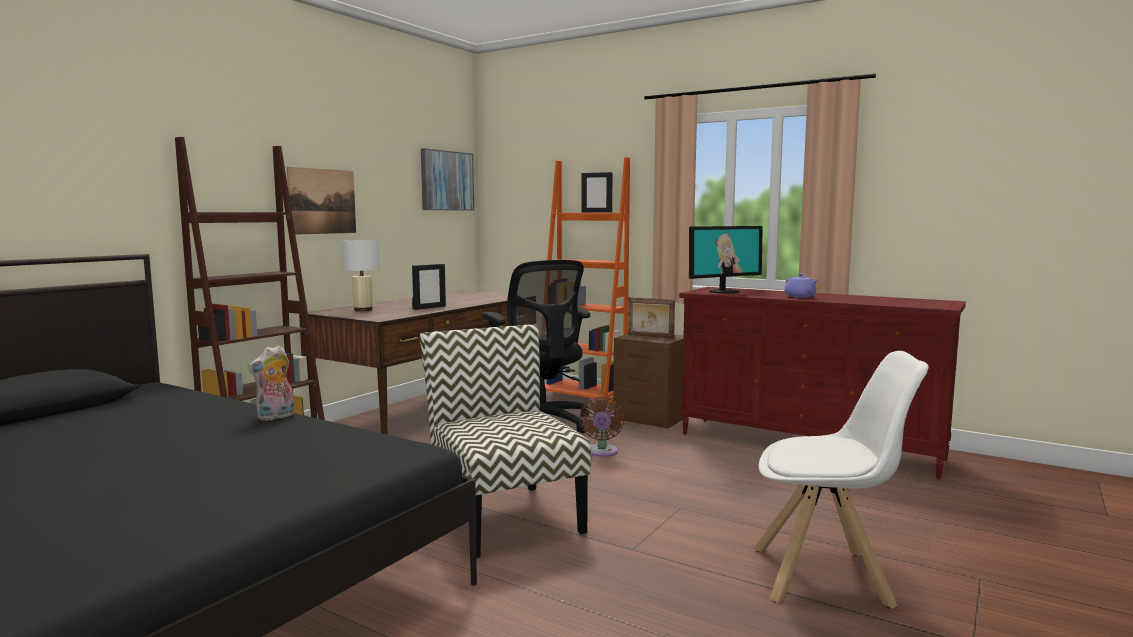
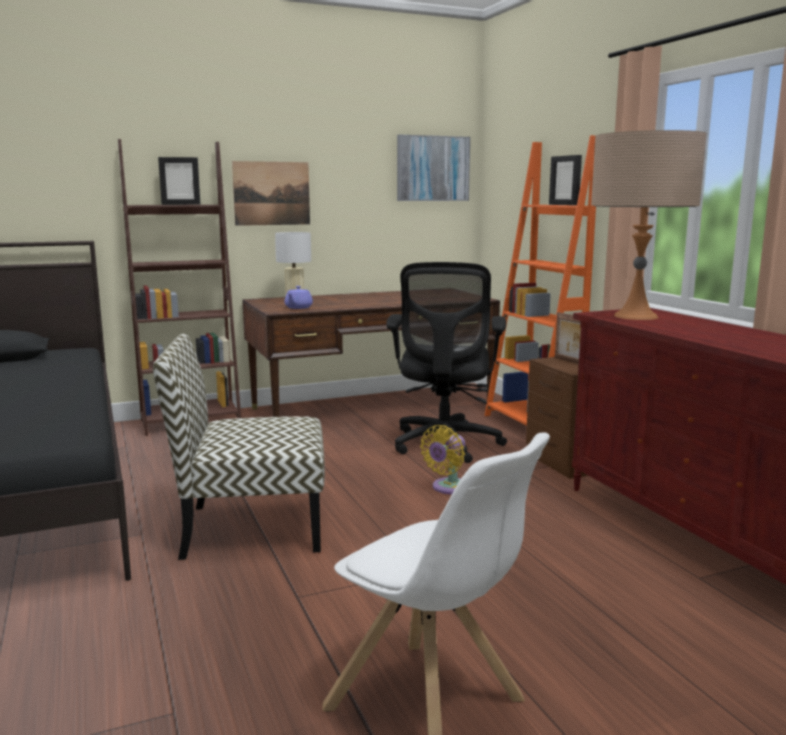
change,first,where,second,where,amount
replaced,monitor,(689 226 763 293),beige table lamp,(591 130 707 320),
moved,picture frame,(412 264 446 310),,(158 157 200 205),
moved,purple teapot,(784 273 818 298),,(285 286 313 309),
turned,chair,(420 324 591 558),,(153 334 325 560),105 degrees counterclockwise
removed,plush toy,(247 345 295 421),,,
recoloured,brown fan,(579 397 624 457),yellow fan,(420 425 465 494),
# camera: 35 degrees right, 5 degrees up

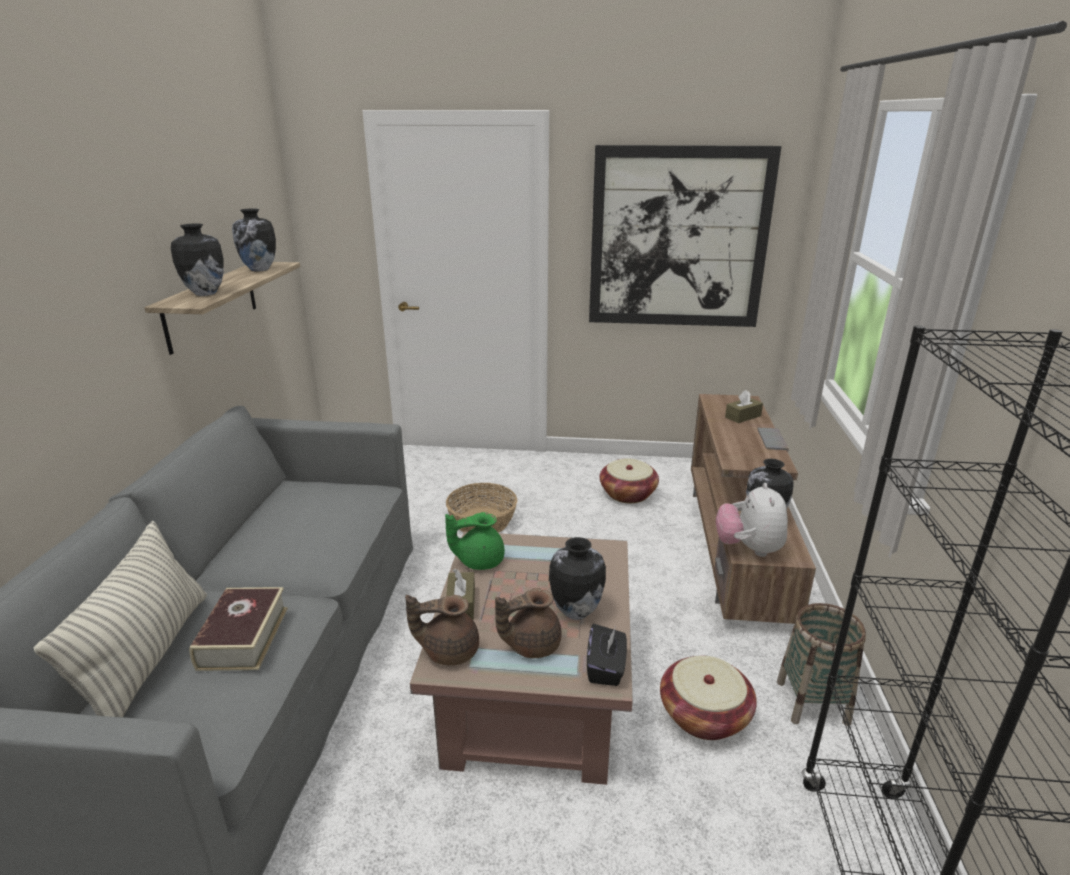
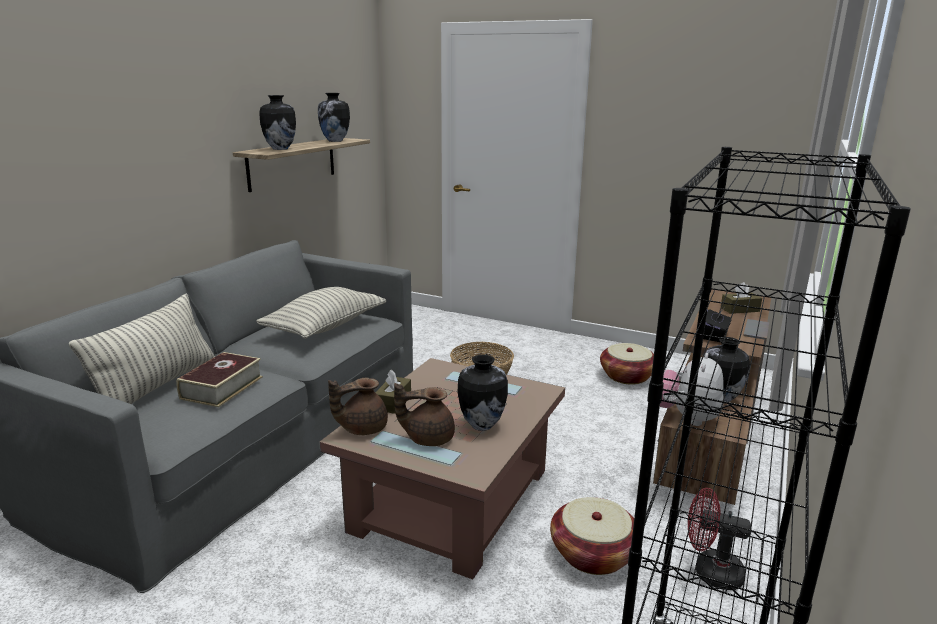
change,first,where,second,where,amount
removed,picture,(589 145 782 327),,,
removed,green teapot,(445 512 505 570),,,
turned,brown teapot,(405 595 479 665),,(328 378 388 435),45 degrees counterclockwise
replaced,basket,(777 603 866 726),red fan,(688 488 751 590),
moved,black tissue box,(587 624 627 686),,(703 308 731 342),
added,,,pillow,(256 287 386 338),
# camera: 20 degrees right, 5 degrees down

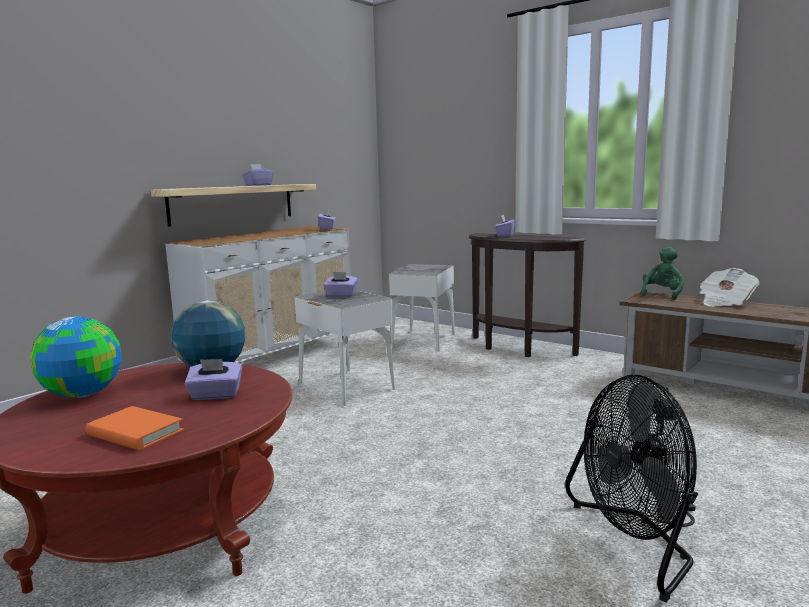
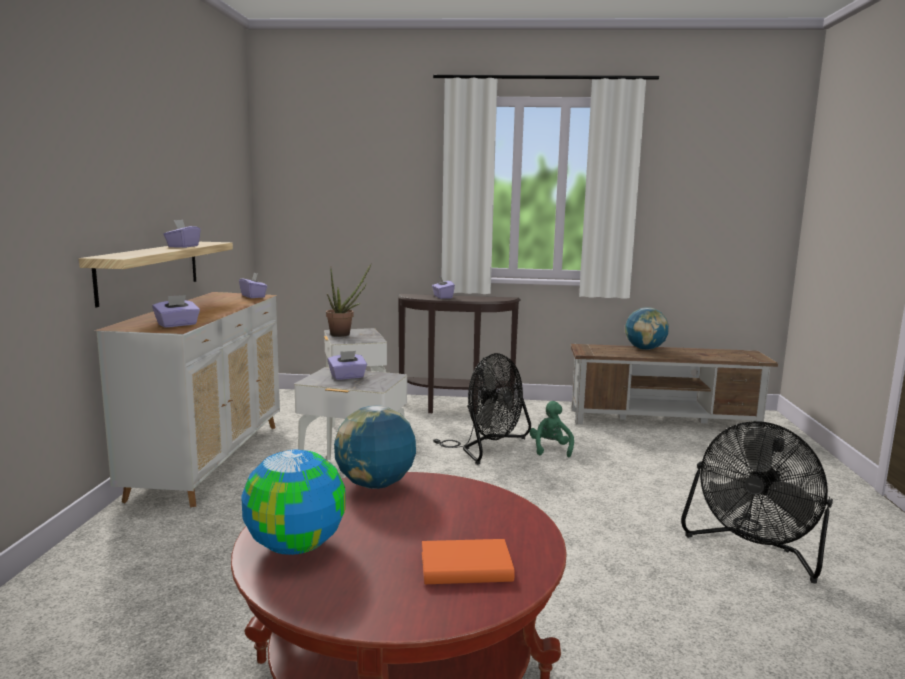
change,first,where,second,where,amount
moved,green plush toy,(641 246 685 300),,(529 401 574 457),
replaced,newspaper,(700 268 759 306),globe,(625 307 669 350),
moved,purple tissue box,(185 359 242 400),,(152 295 200 328),
added,,,potted plant,(326 263 372 337),
added,,,black fan,(433 353 531 465),
# camera: 35 degrees left, 0 degrees up

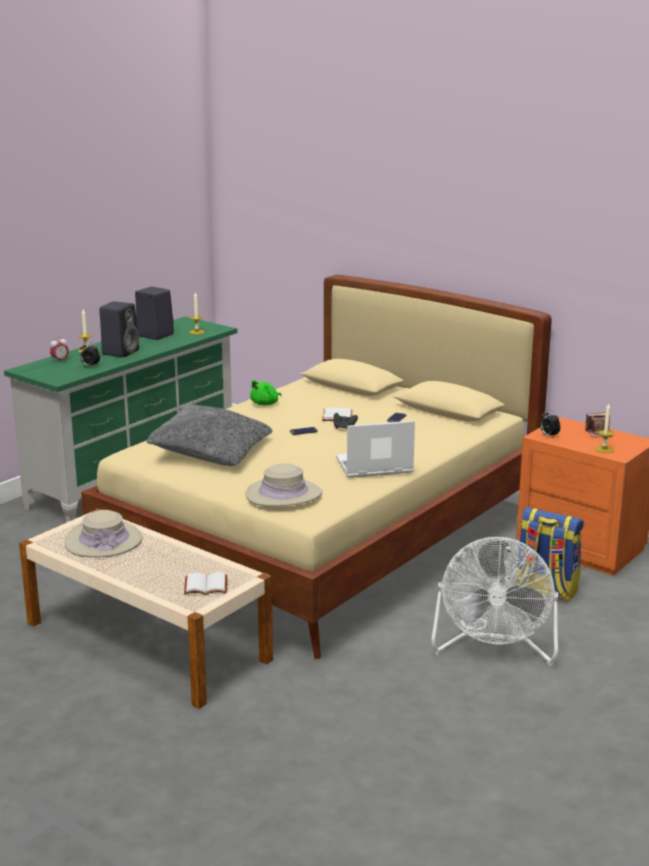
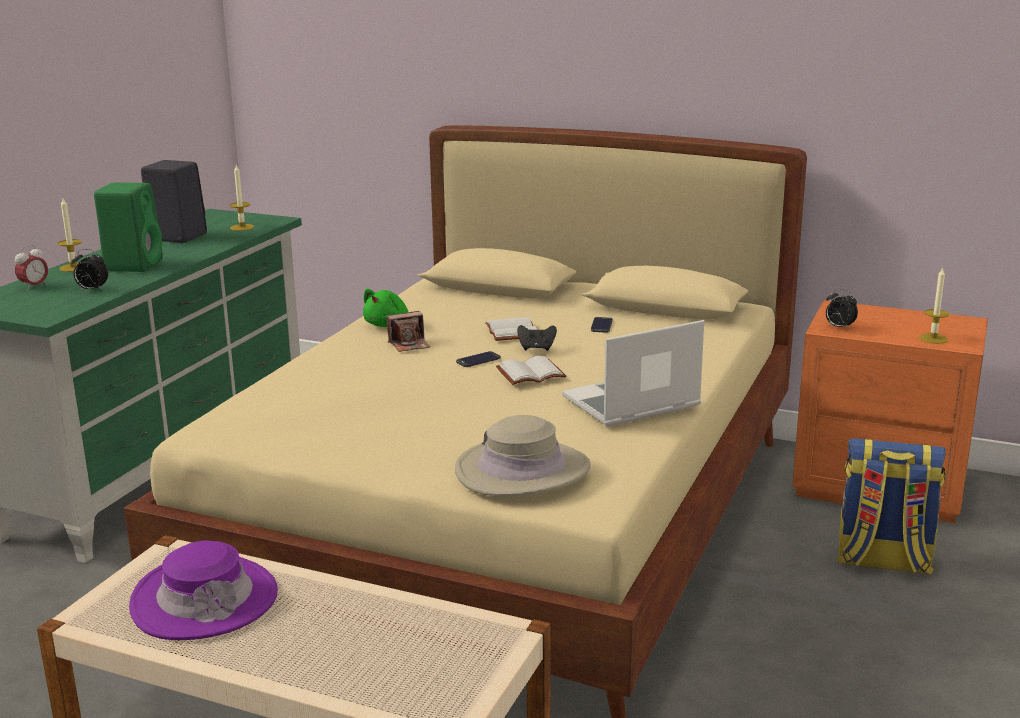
change,first,where,second,where,amount
recoloured,black speaker,(99 301 139 357),green speaker,(94 182 163 272),
removed,grey pillow,(147 404 273 466),,,
moved,photo camera,(585 412 613 438),,(387 311 430 352),
recoloured,beige hat,(65 510 142 558),purple hat,(129 541 278 640),
removed,white fan,(431 537 558 666),,,
moved,white book,(184 572 227 595),,(496 356 566 385),
# camera: 15 degrees left, 0 degrees up

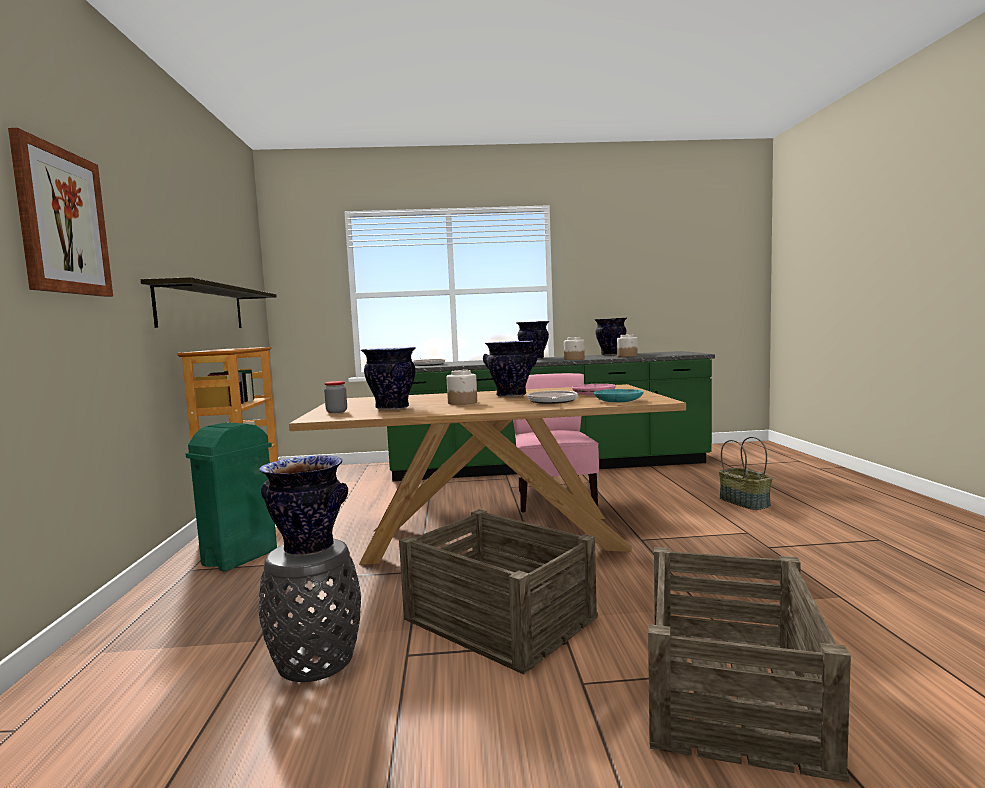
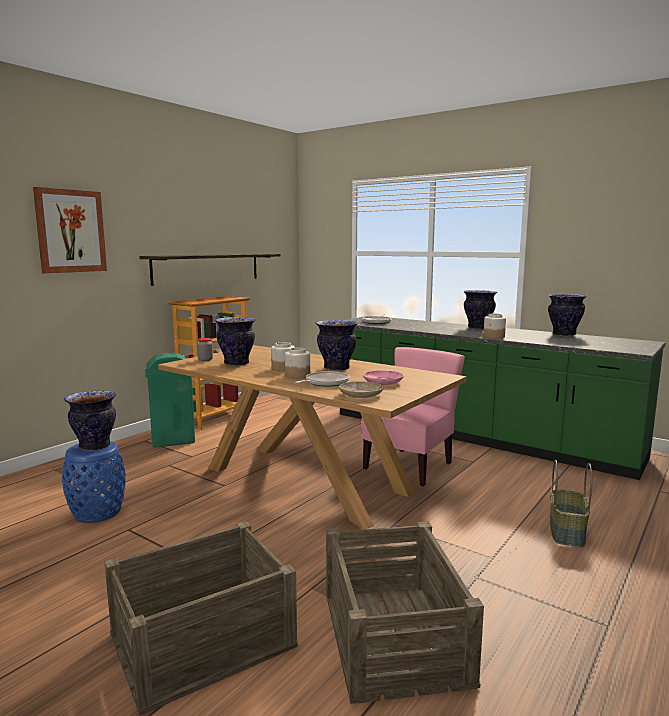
change,first,where,second,where,amount
moved,jar,(617 334 638 357),,(285 348 310 379),
recoloured,turquoise plate,(594 389 643 402),beige plate,(339 381 383 398),
moved,crate,(399 509 598 675),,(326 522 484 704),
recoloured,grey stool,(259 539 361 682),blue stool,(62 441 126 523),
# camera: 40 degrees right, 5 degrees up

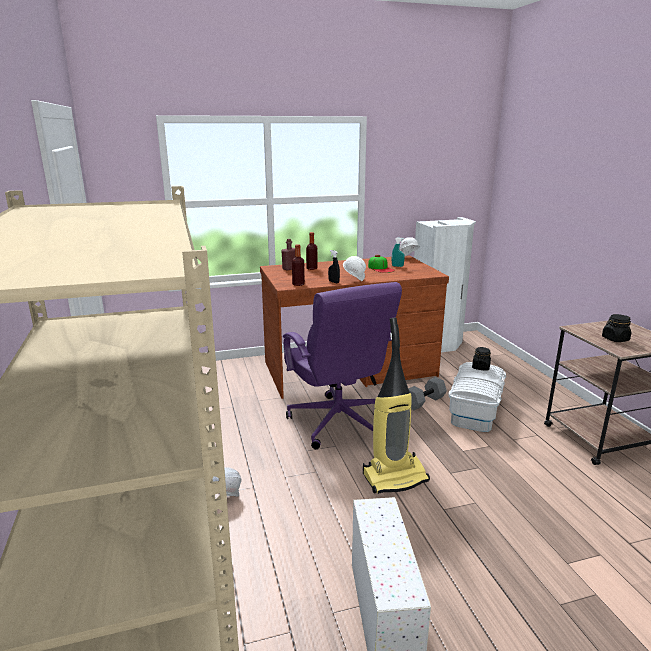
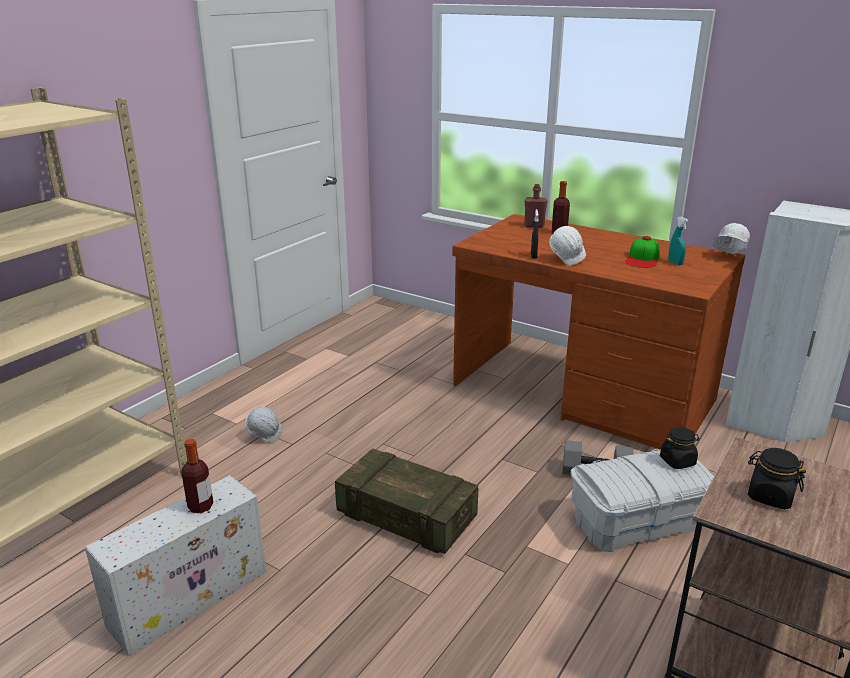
change,first,where,second,where,amount
moved,bottle,(292 244 305 286),,(181 439 214 513),
removed,purple office chair,(283 282 402 449),,,
replaced,vacuum cleaner,(363 317 430 494),crate,(335 448 478 554),
# camera: 50 degrees right, 5 degrees up

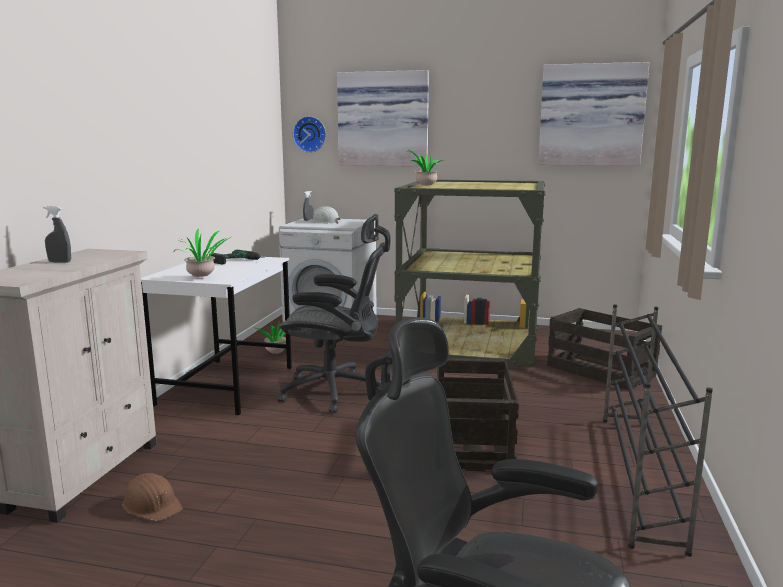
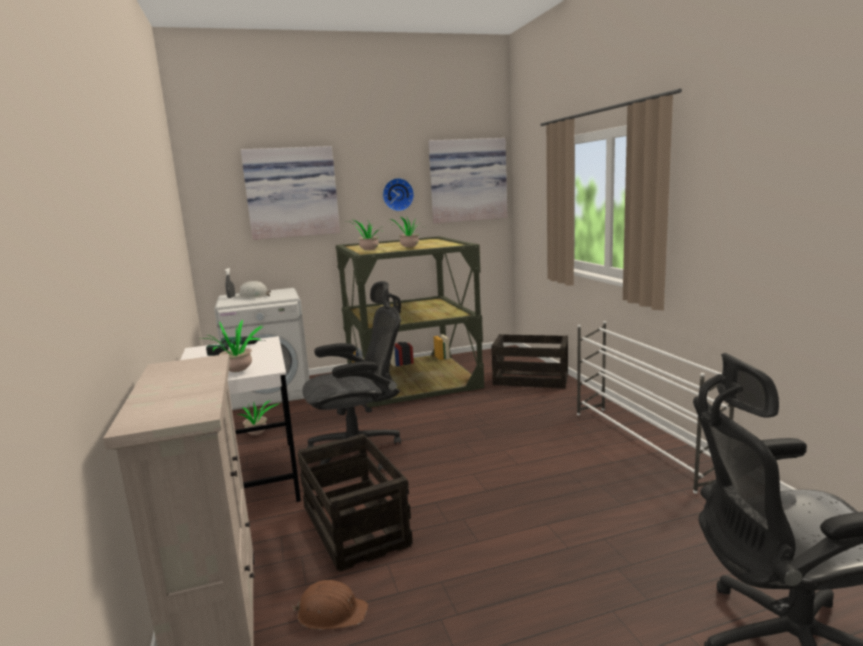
change,first,where,second,where,amount
moved,wall clock,(293 116 326 153),,(383 178 414 211),
removed,grey spray bottle,(43 206 71 263),,,
recoloured,black shoe rack,(603 304 713 557),white shoe rack,(577 321 734 494),
moved,crate,(437 358 519 471),,(298 434 413 572),
added,,,potted plant,(390 217 425 247),
# camera: 30 degrees left, 0 degrees up

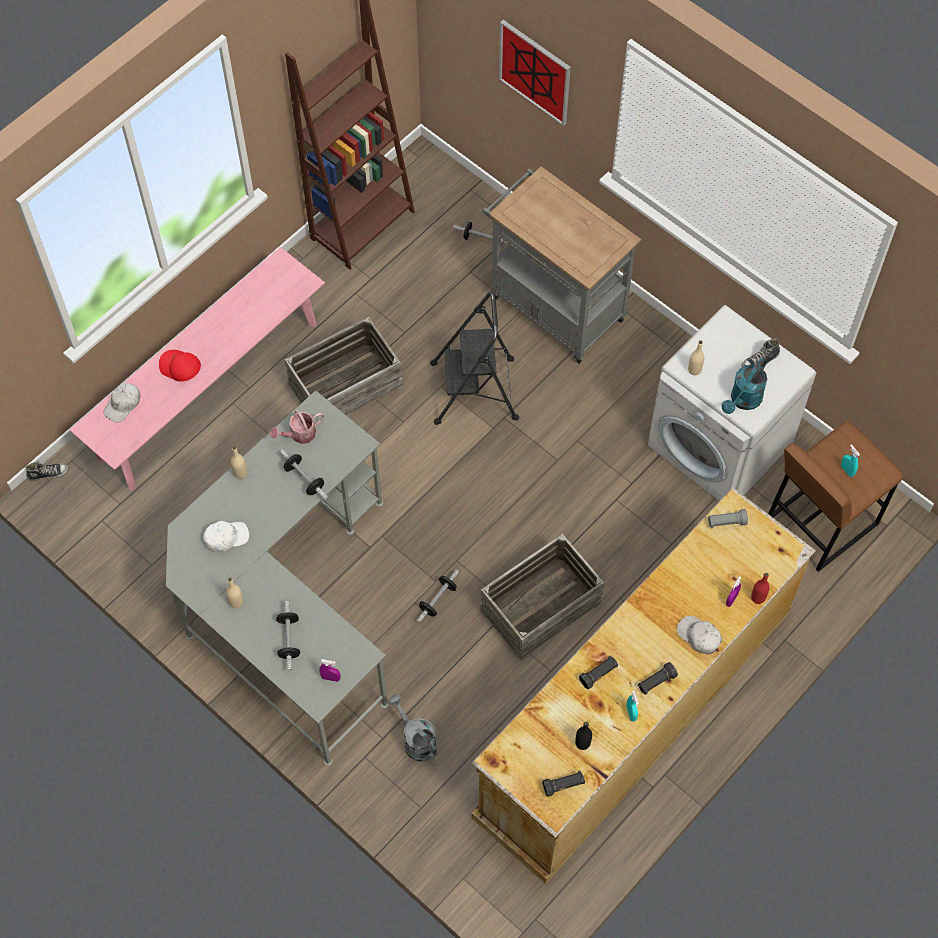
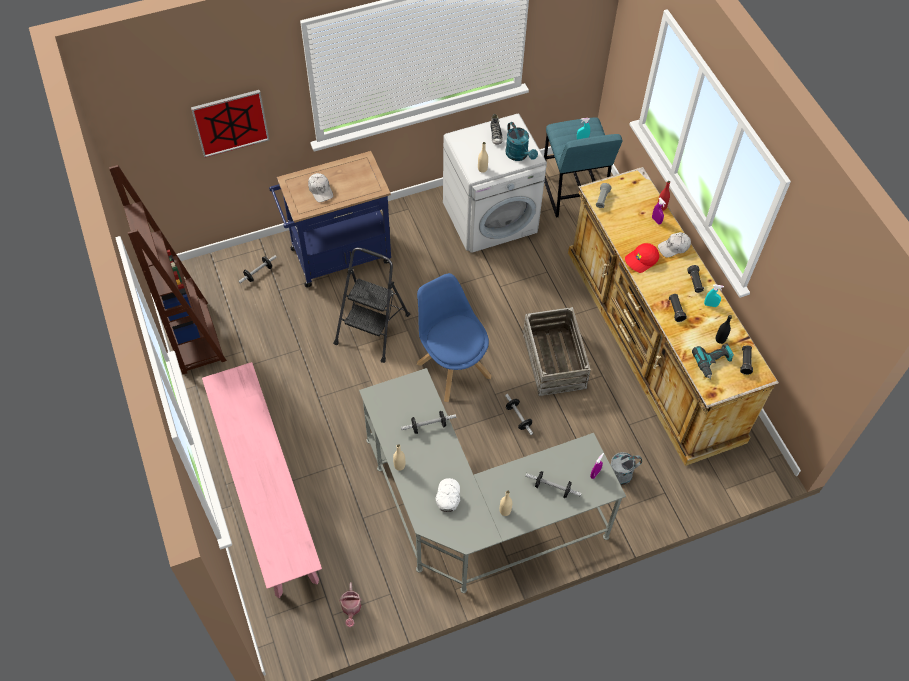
change,first,where,second,where,amount
recoloured,grey cart,(482 166 641 364),blue cart,(269 151 391 287),
removed,crate,(285 317 402 415),,,
moved,red cap,(159 350 201 382),,(625 243 659 273),
moved,white cap,(103 383 140 422),,(308 173 333 202),
moved,watering can,(270 409 324 444),,(339 582 362 627),
recoloured,brown stool,(768 421 903 572),blue stool,(544 117 623 217),
removed,shoe,(26 461 69 481),,,
added,,,blue chair,(417 273 492 403),
added,,,power drill,(692 343 734 380),
# camera: 65 degrees left, 5 degrees down

